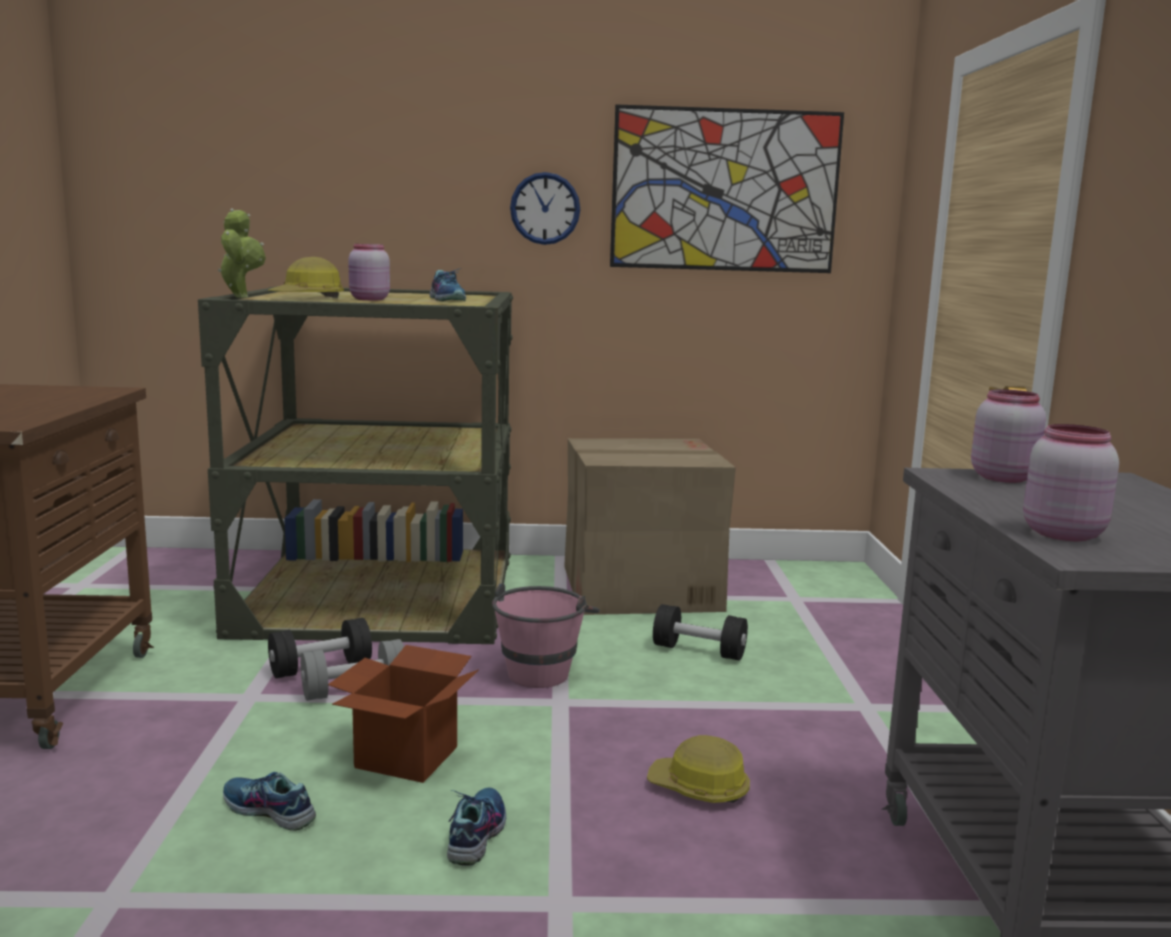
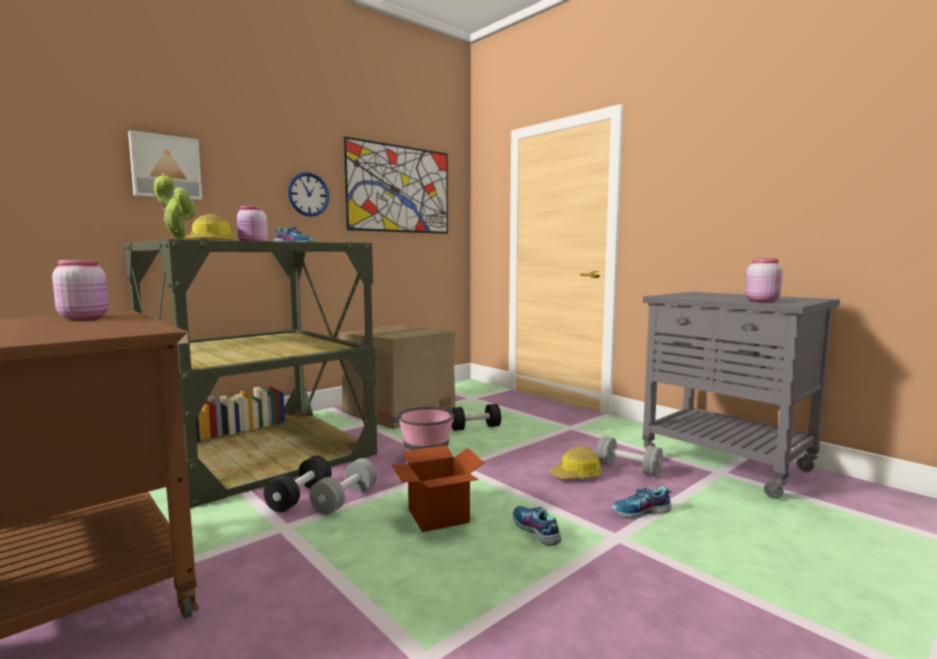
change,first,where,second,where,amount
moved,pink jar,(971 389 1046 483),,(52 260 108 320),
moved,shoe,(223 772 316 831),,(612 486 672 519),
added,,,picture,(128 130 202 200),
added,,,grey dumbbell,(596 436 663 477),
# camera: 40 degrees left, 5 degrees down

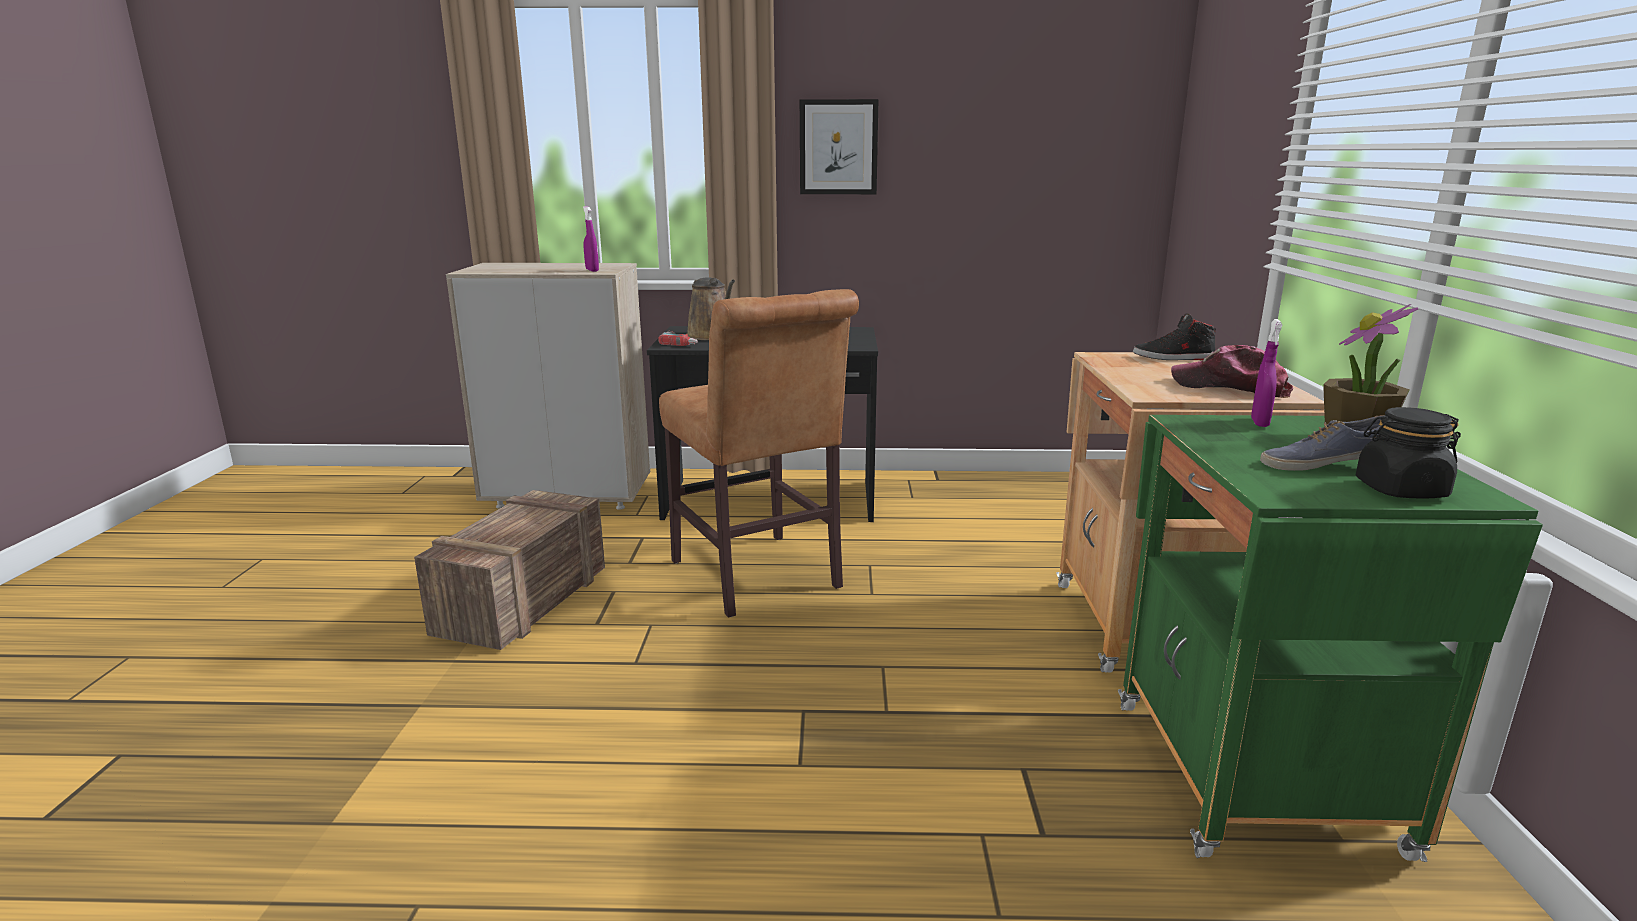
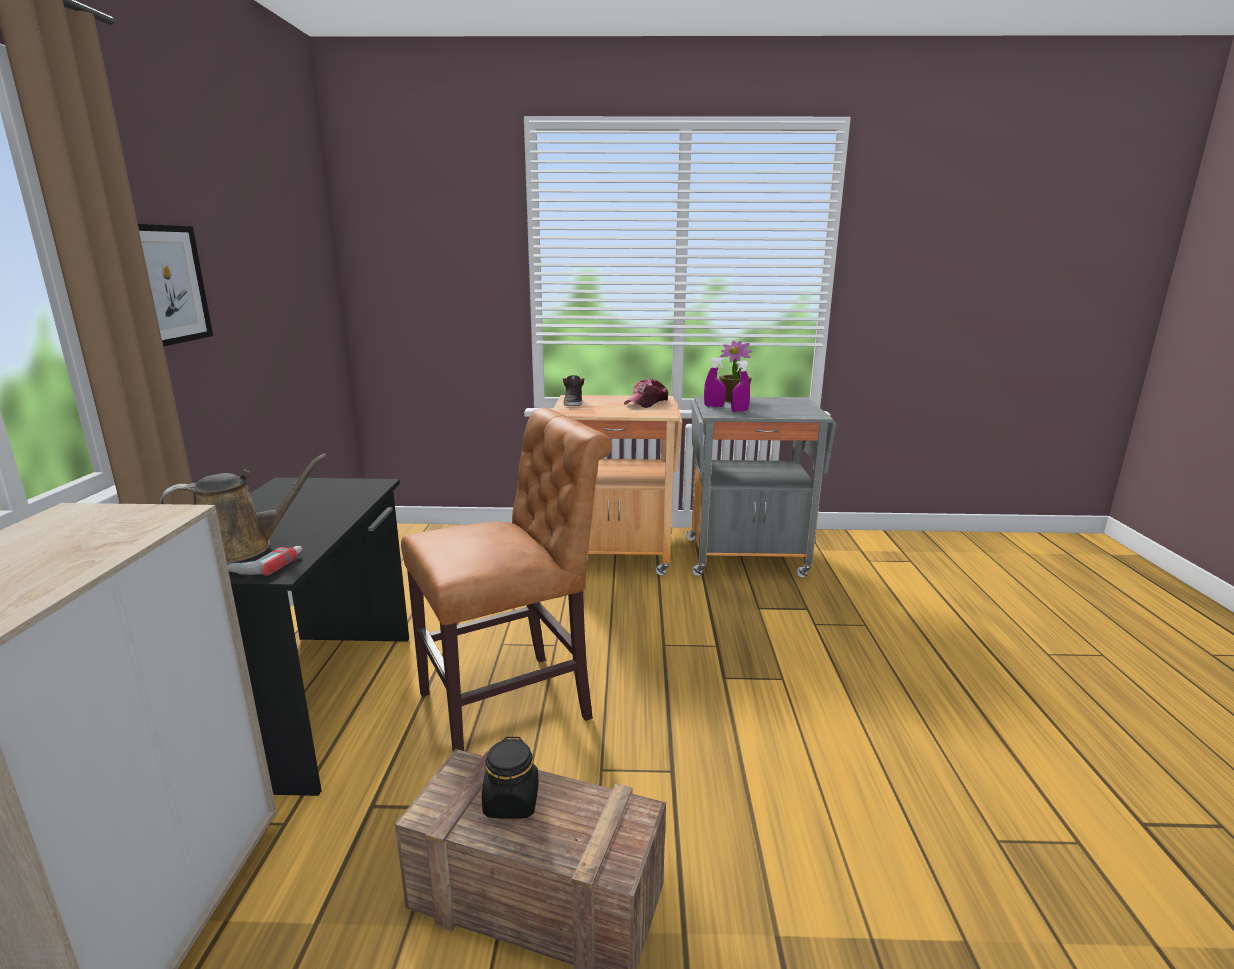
change,first,where,second,where,amount
moved,purple spray bottle,(583 206 599 272),,(731 361 750 412),
moved,black jar,(1356 407 1461 499),,(482 737 539 819),
recoloured,green cart,(1118 415 1543 862),grey cart,(686 396 837 577),
removed,shoe,(1260 415 1384 471),,,
# camera: 90 degrees left, 0 degrees up

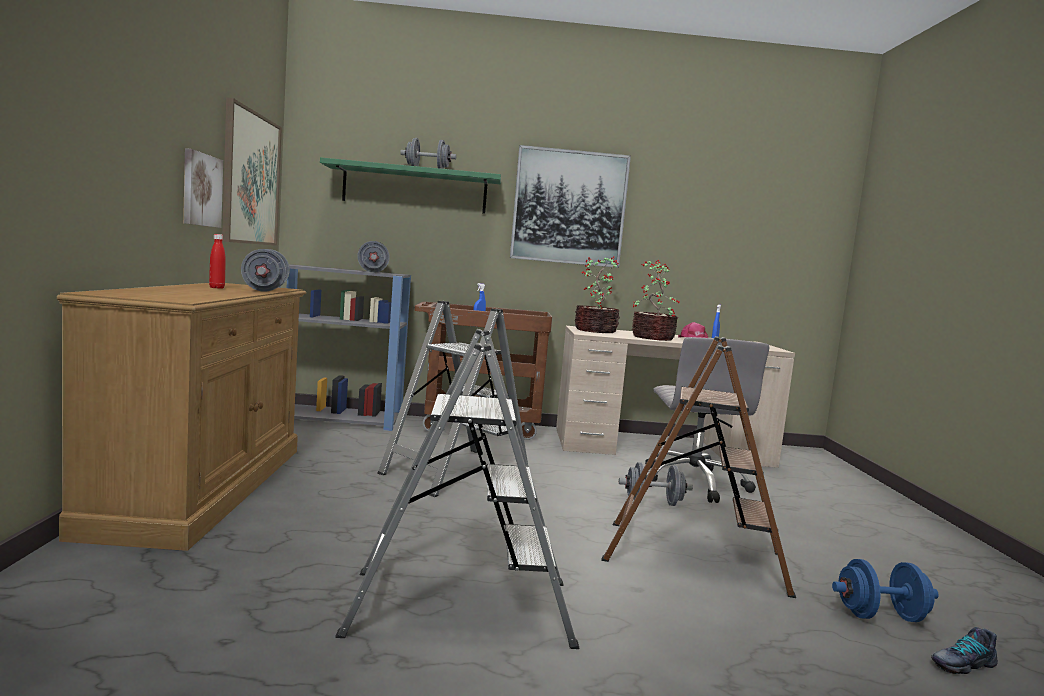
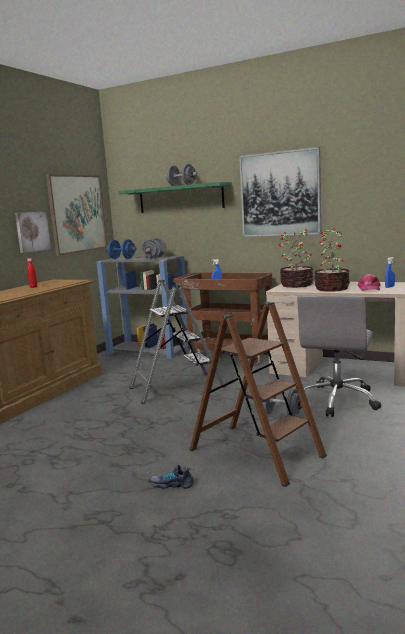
change,first,where,second,where,amount
removed,grey dumbbell,(241 249 290 292),,,
removed,grey step ladder,(335 329 579 649),,,
moved,blue dumbbell,(832 559 939 622),,(106 239 137 259),
moved,shoe,(931 627 998 674),,(149 465 194 489),
# camera: 30 degrees right, 5 degrees up

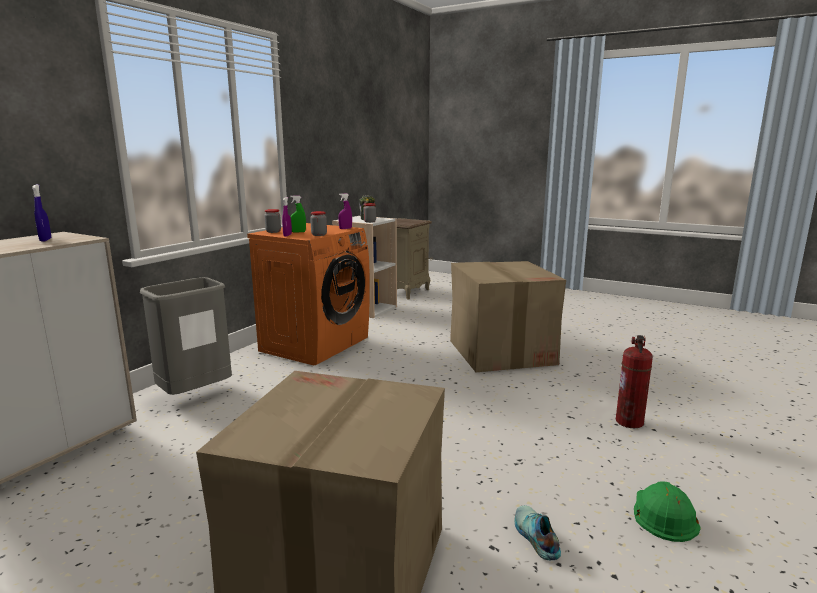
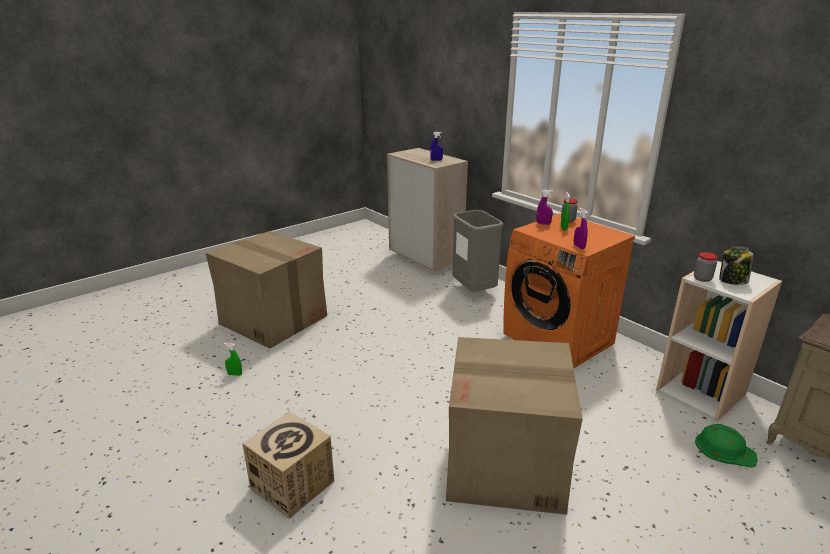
change,first,where,second,where,amount
removed,jar,(310 211 327 236),,,
replaced,fire extinguisher,(616 335 653 428),cardboard box,(242 412 334 519),
moved,green hard hat,(634 482 701 542),,(695 424 758 468),
replaced,shoe,(514 505 561 560),green spray bottle,(224 343 242 376),
# camera: 110 degrees right, 10 degrees up

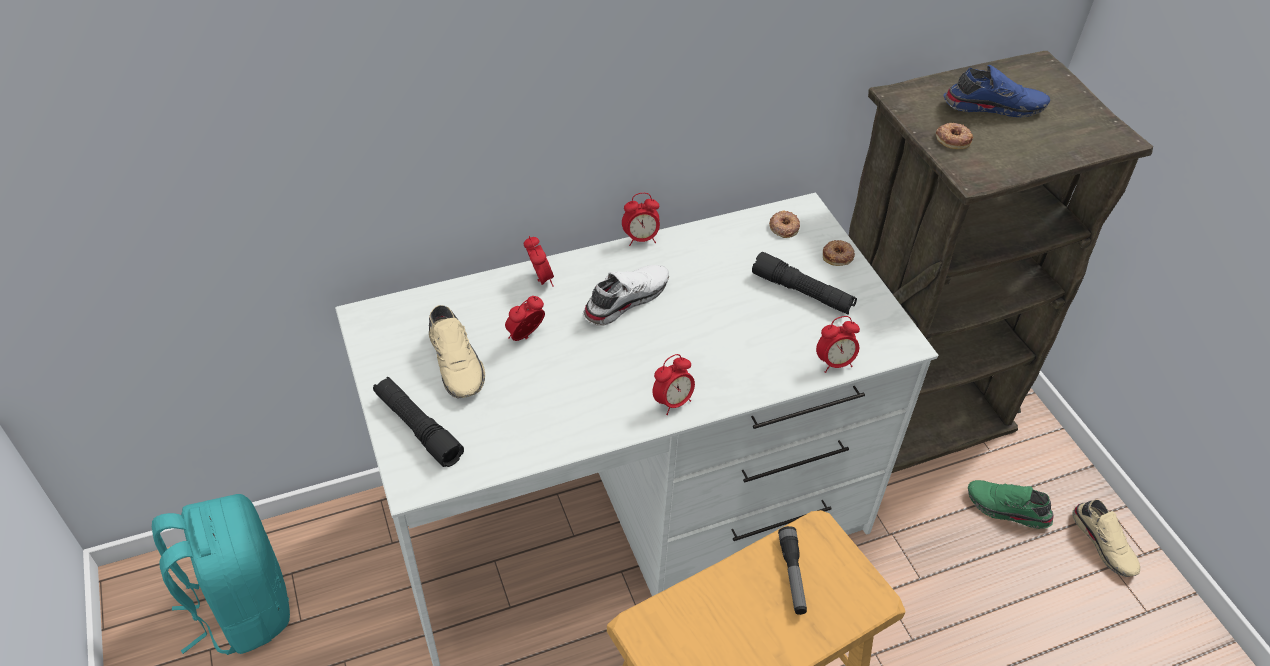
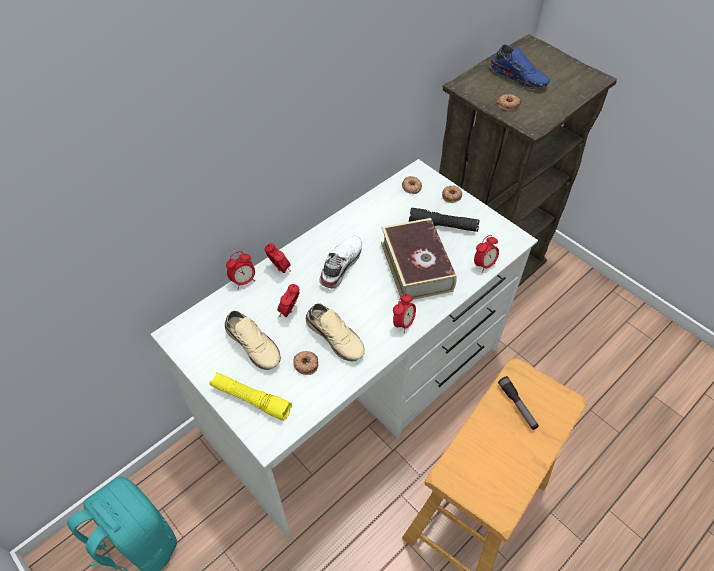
change,first,where,second,where,amount
turned,blue shoe,(944 65 1050 117),,(489 45 550 89),60 degrees clockwise
moved,alarm clock,(622 193 660 246),,(226 251 255 288),
recoloured,black flashlight,(373 377 464 467),yellow flashlight,(210 372 292 421),
removed,green shoe,(968 480 1054 529),,,
moved,beige shoe,(1072 500 1140 577),,(306 303 365 361),
added,,,book,(381 218 457 300),
added,,,donut,(293 351 318 375),
# camera: 20 degrees left, 5 degrees up

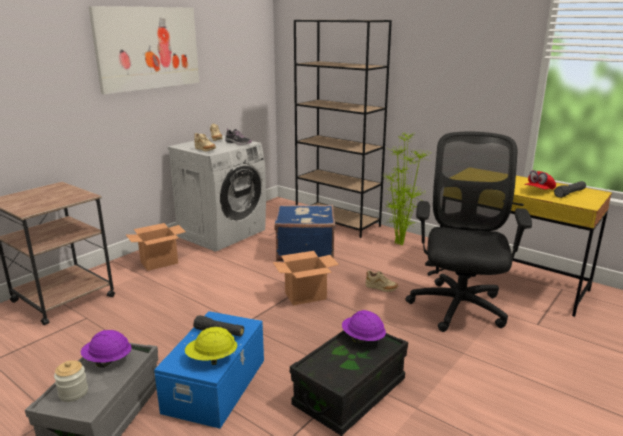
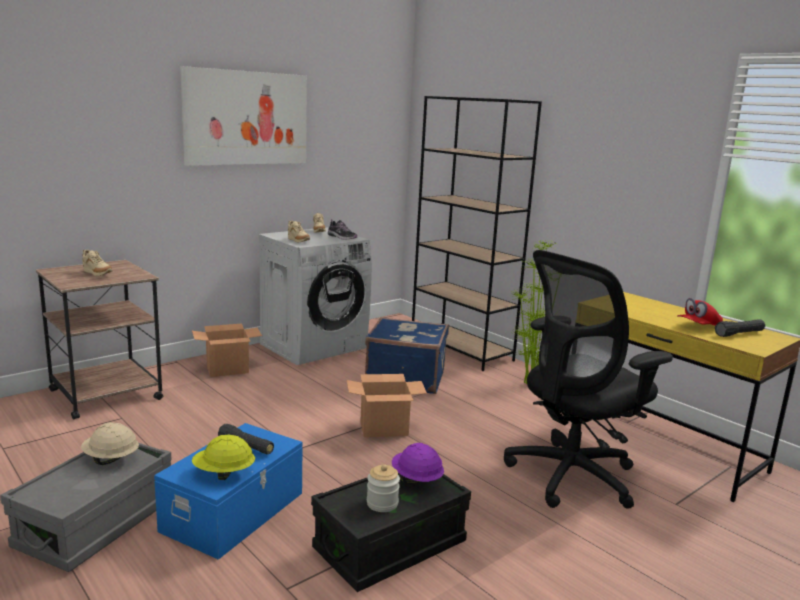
change,first,where,second,where,amount
turned,black office chair,(405 132 532 332),,(504 250 673 509),150 degrees counterclockwise
moved,beige shoe,(366 270 398 292),,(82 250 113 276),
recoloured,purple hard hat,(81 330 132 368),beige hard hat,(81 422 139 465),
moved,jar,(54 360 88 402),,(367 464 400 512),
# camera: 10 degrees right, 5 degrees down

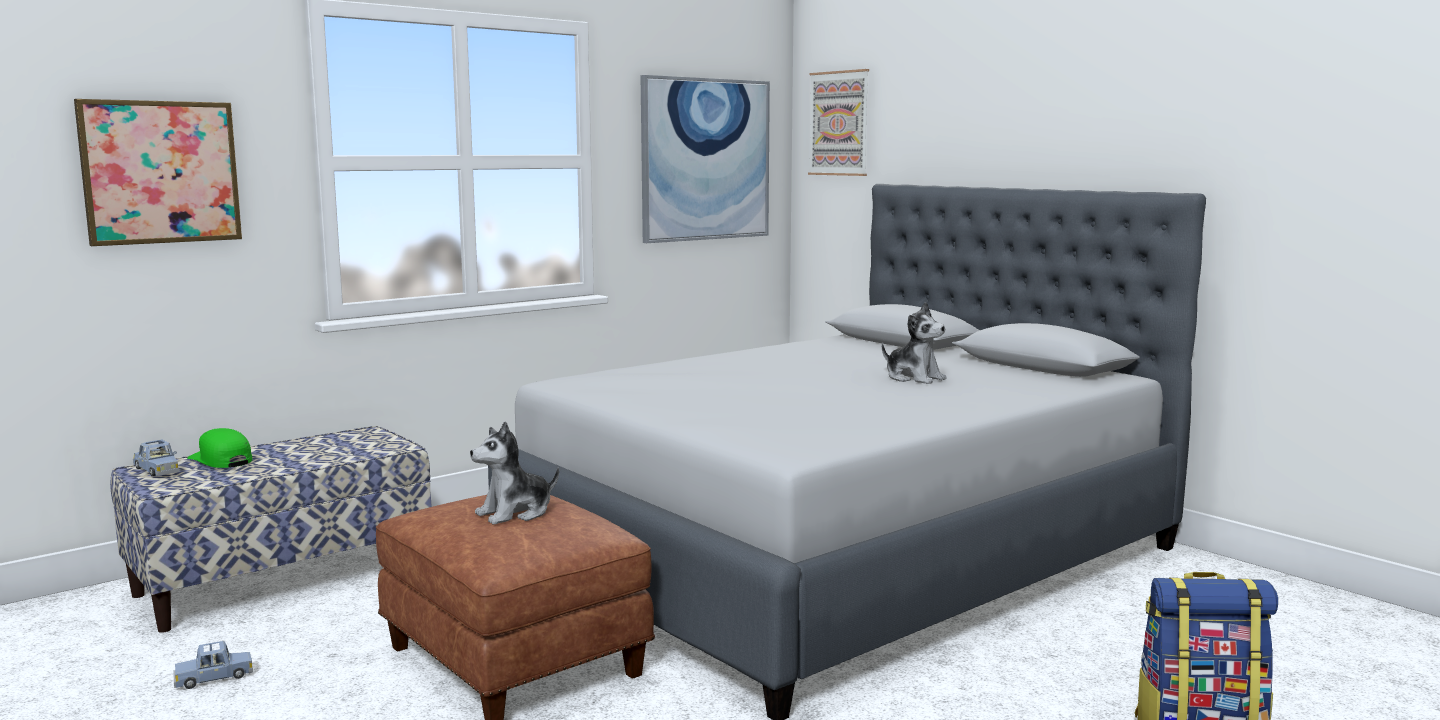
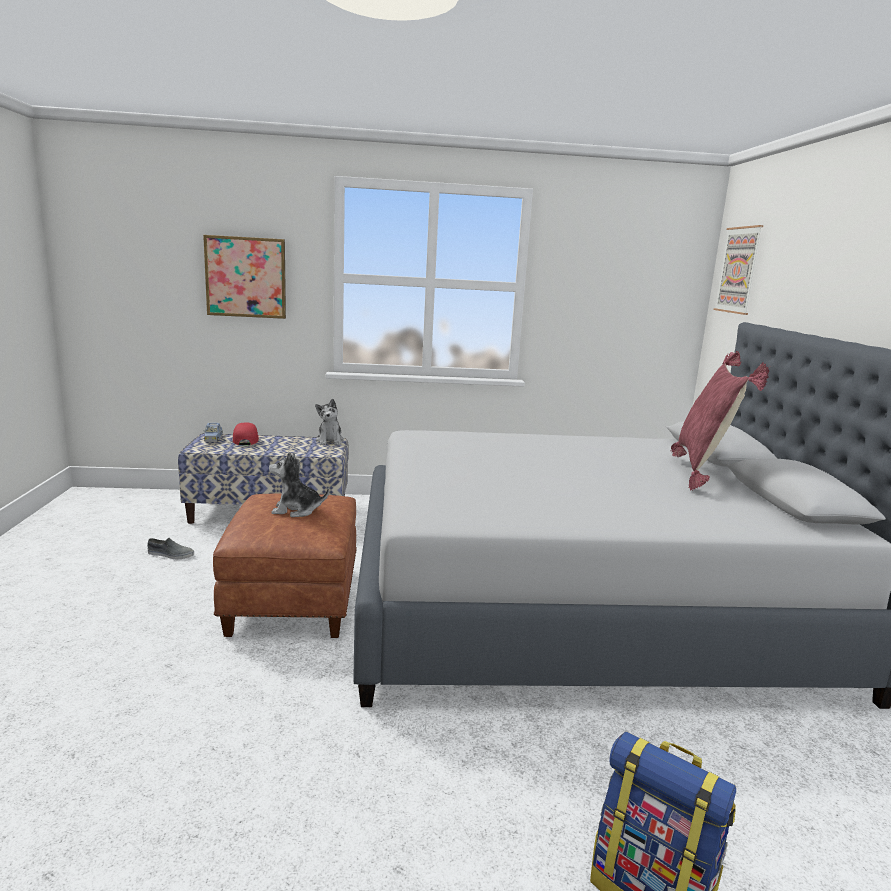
change,first,where,second,where,amount
removed,picture,(640 75 770 243),,,
moved,plush toy,(882 302 946 384),,(315 399 344 445),
recoloured,green cap,(187 428 252 468),red cap,(233 422 259 445),
replaced,blue toy car,(173 641 253 689),grey shoe,(147 538 194 559),
added,,,red pillow,(671 351 770 491),
# camera: 35 degrees right, 5 degrees up

